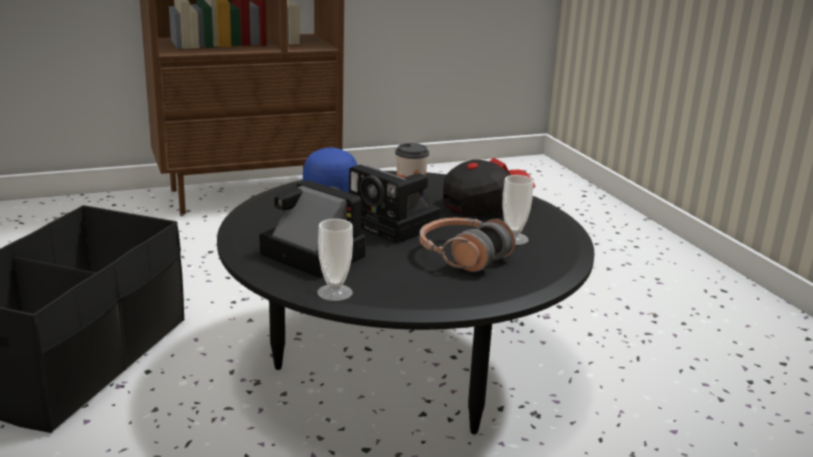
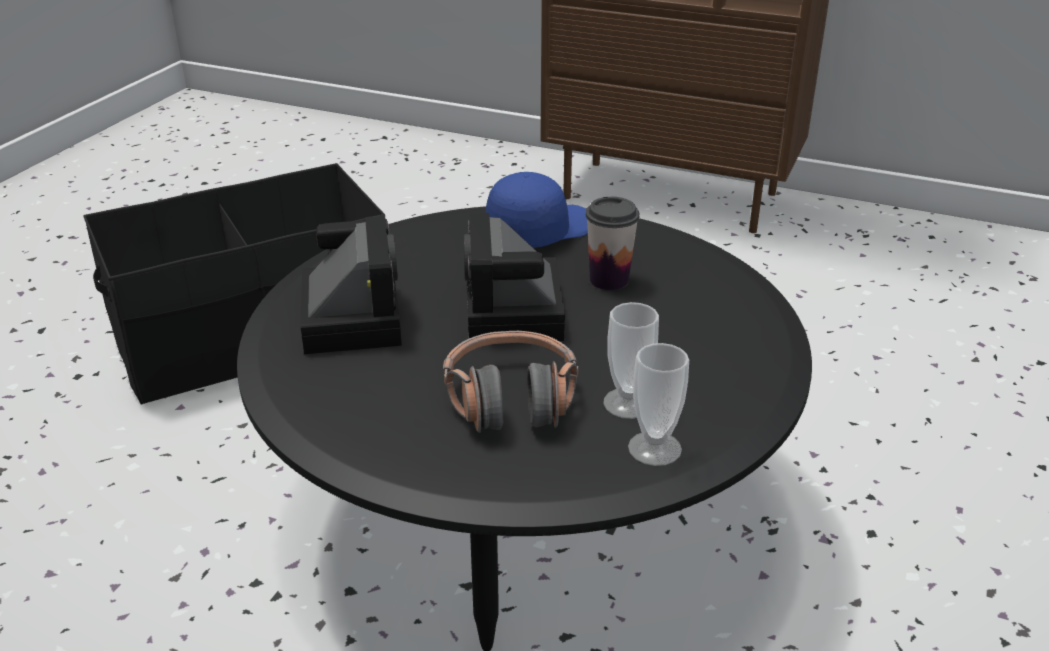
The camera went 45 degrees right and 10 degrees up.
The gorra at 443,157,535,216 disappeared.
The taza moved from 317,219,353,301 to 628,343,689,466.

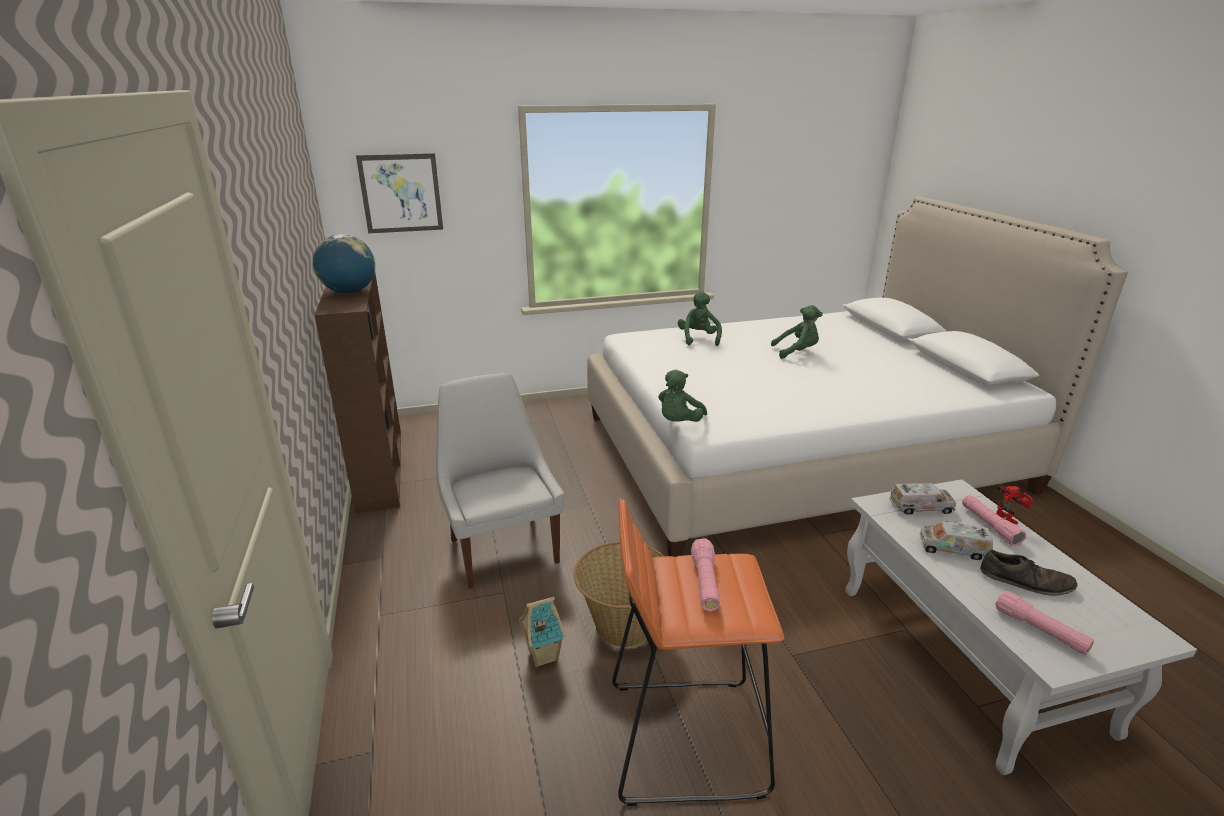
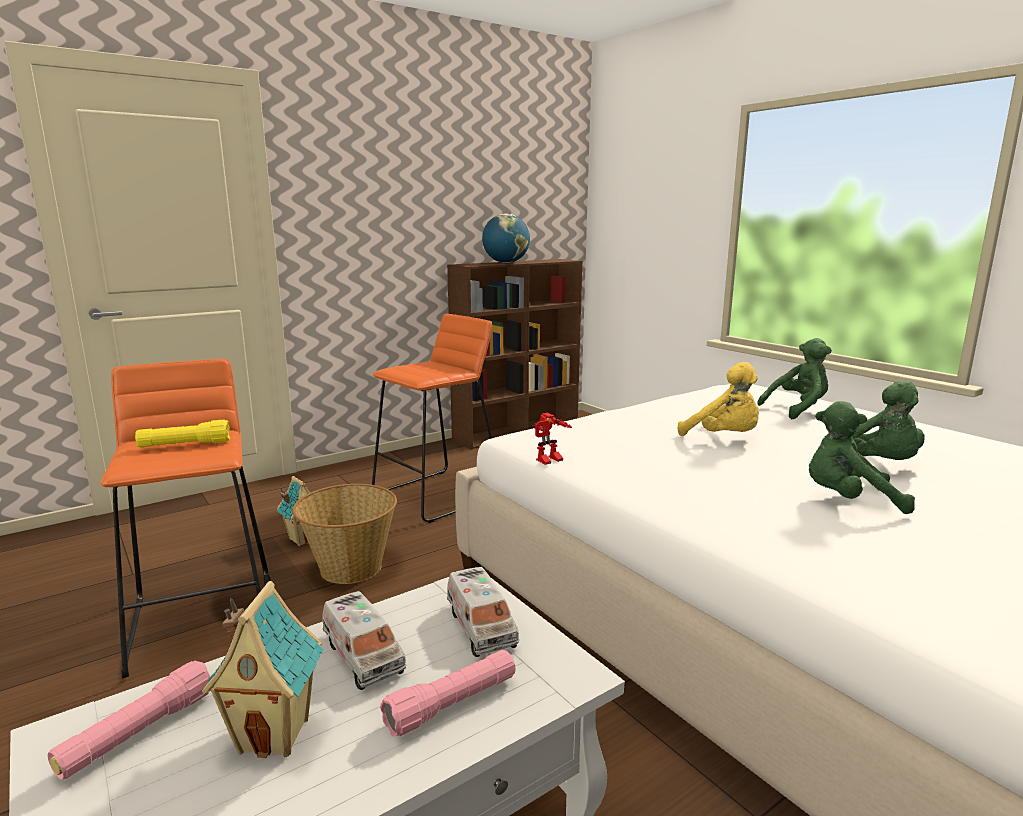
The camera went 70 degrees right and 10 degrees down.
The cuadro at 356,153,443,233 disappeared.
The peluche [amarillo] at 678,362,759,436 appeared.
The peluche [verde] moved from 658,370,707,422 to 809,401,915,514.
The robot de juguete moved from 996,486,1033,524 to 531,413,572,465.
The silla [blanco] at 436,373,564,589 was replaced by the taburete [naranja] at 372,314,492,523.
The zapato [marrón] at 980,550,1077,596 was replaced by the casita at 202,581,324,758.
The linterna [rosa] at 691,538,720,611 became the linterna [amarillo] at 135,420,230,447.
The camión de juguete at 920,521,993,560 turned 150 degrees clockwise.

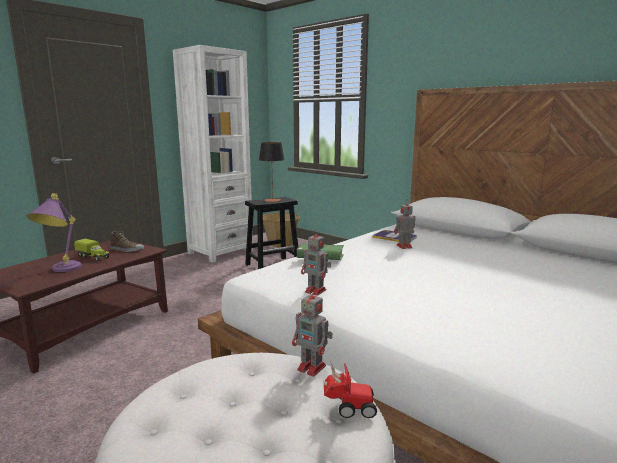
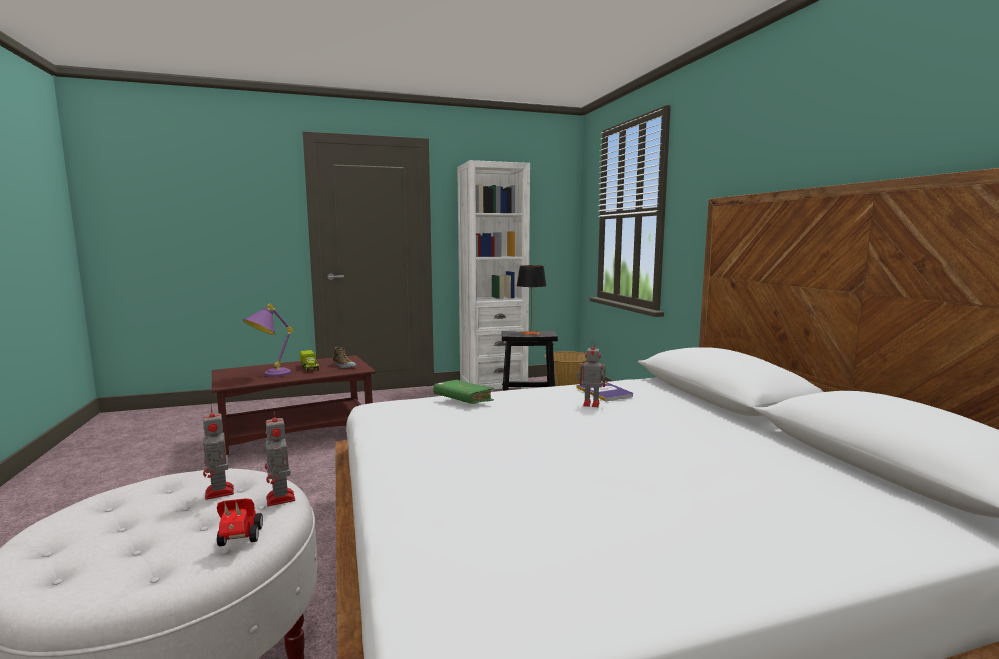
The camera went 30 degrees right and 5 degrees down.
The robot de juguete moved from 301,229,331,296 to 203,405,234,500.
The coche de juguete at 323,361,377,418 turned 135 degrees counterclockwise.

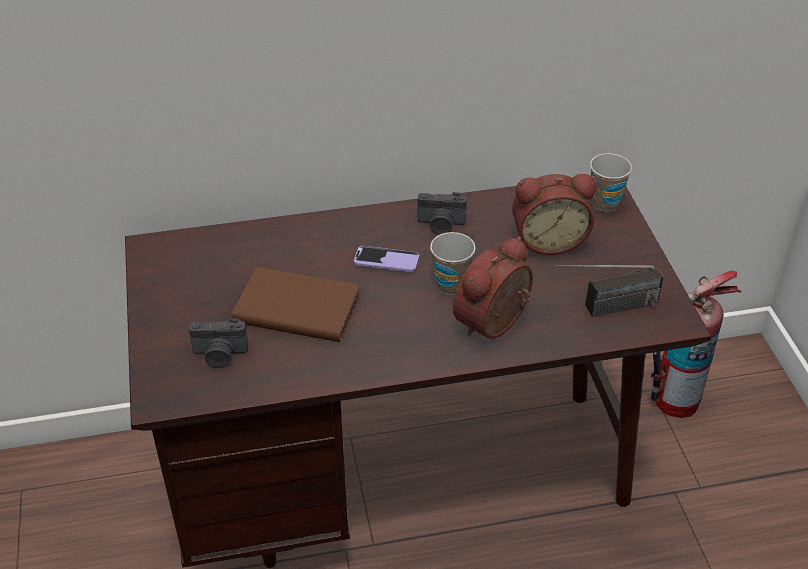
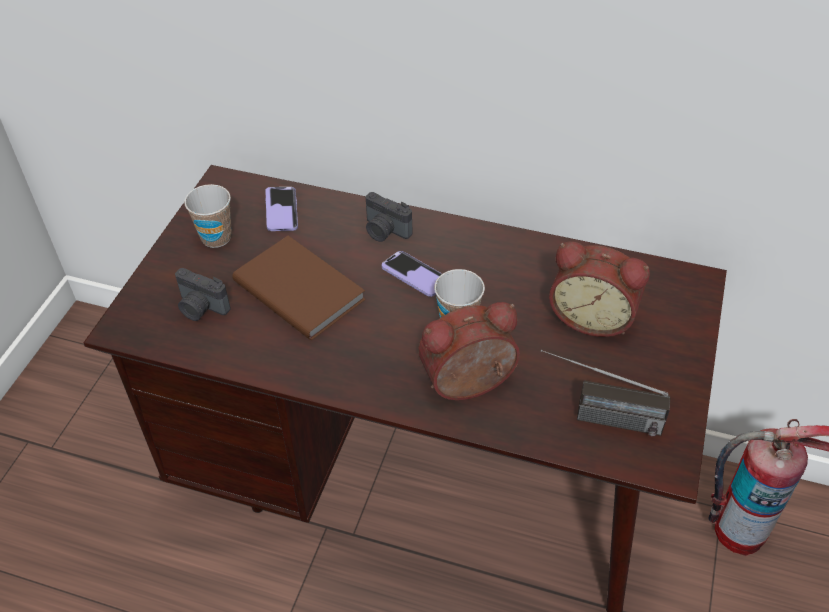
The camera went 30 degrees right and 5 degrees up.
The móvil at 265,187,298,231 appeared.
The cámara moved from 417,192,467,235 to 366,192,412,242.
The taza moved from 590,153,632,212 to 184,184,232,248.

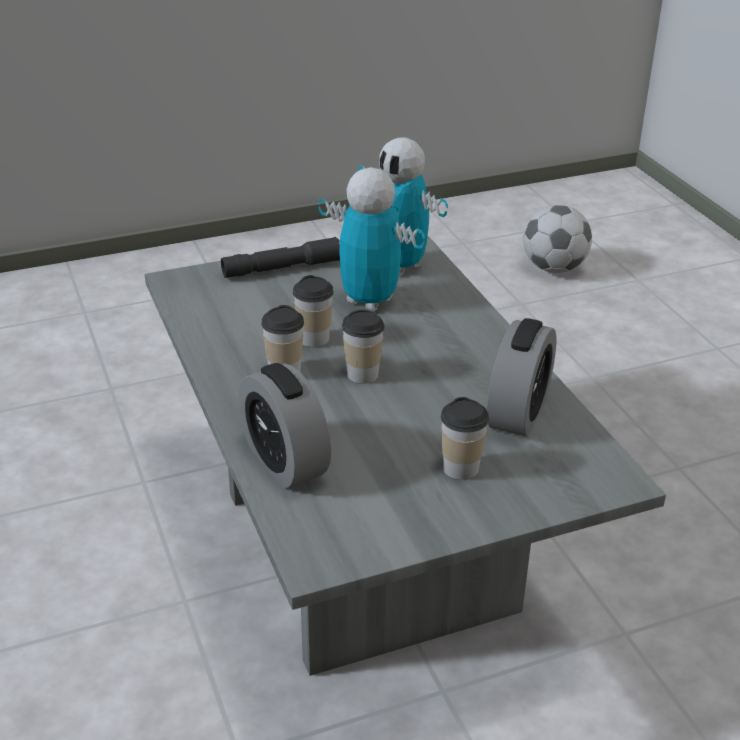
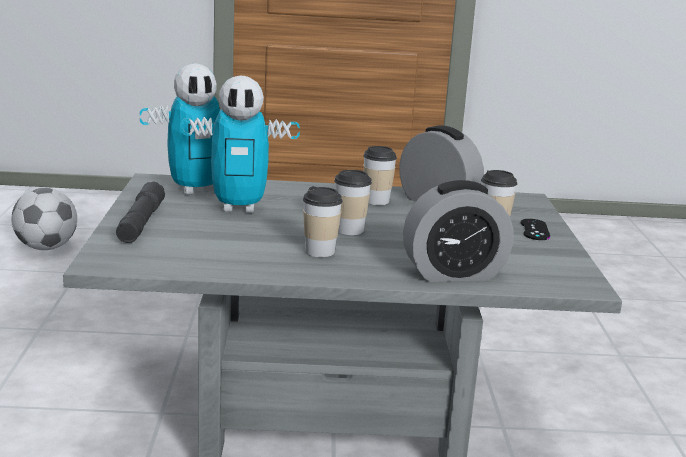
The camera went 70 degrees left and 15 degrees down.
The mando de consola [negro] at 521,219,550,240 appeared.
The taza moved from 293,275,334,347 to 363,146,397,205.
The robot de juguete at 318,167,425,311 turned 150 degrees counterclockwise.

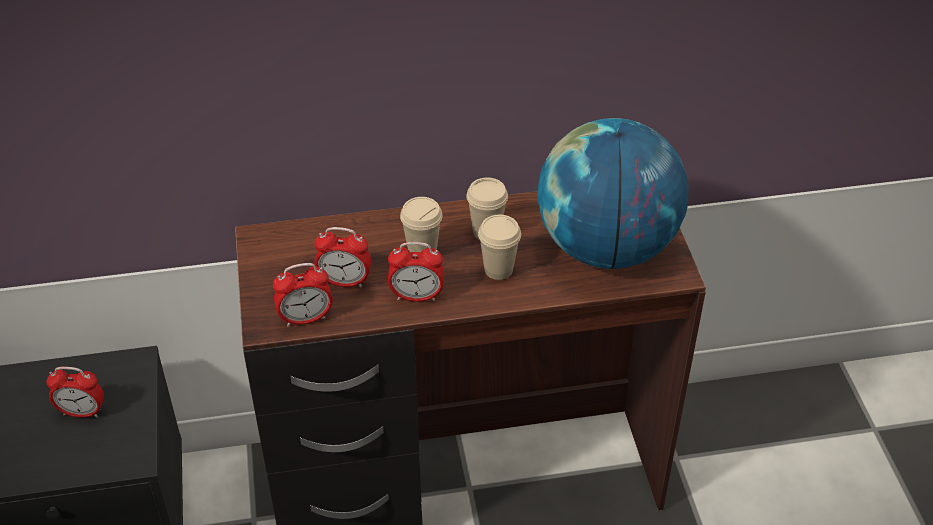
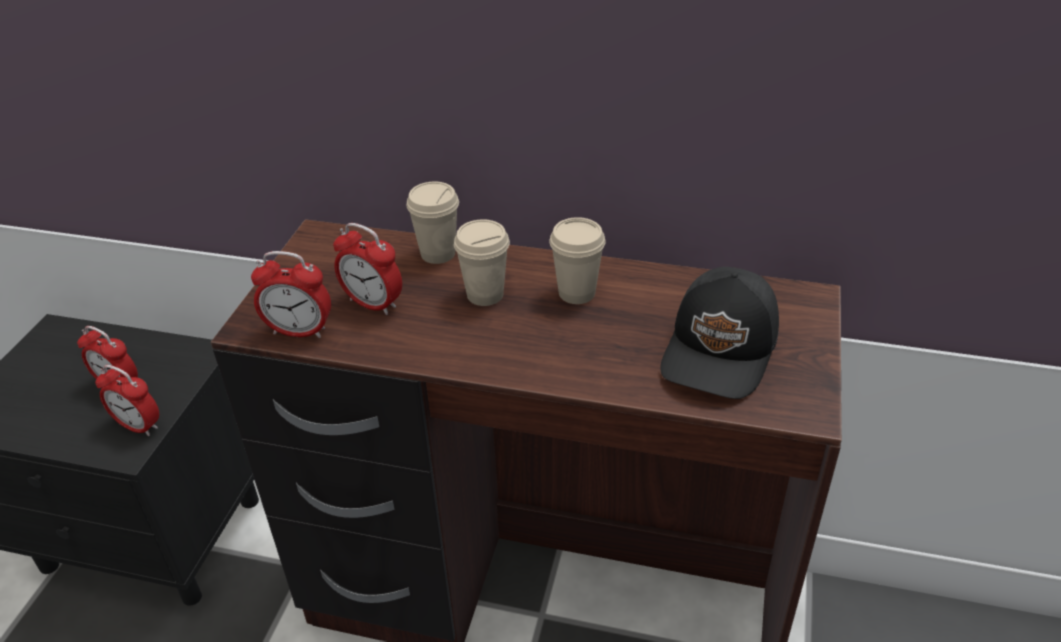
The camera went 25 degrees right and 5 degrees down.
The despertador moved from 388,242,444,302 to 95,365,159,436.
The taza [beis] moved from 478,215,521,280 to 407,182,459,264.
The globo terráqueo at 537,118,689,269 was replaced by the gorra [negro] at 660,267,779,399.

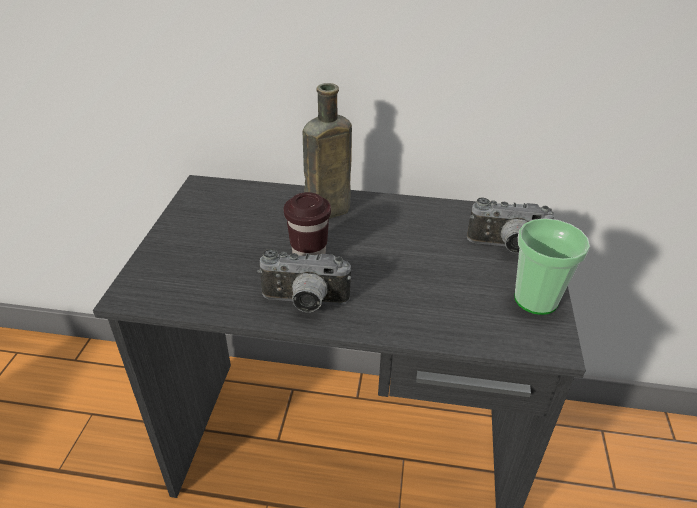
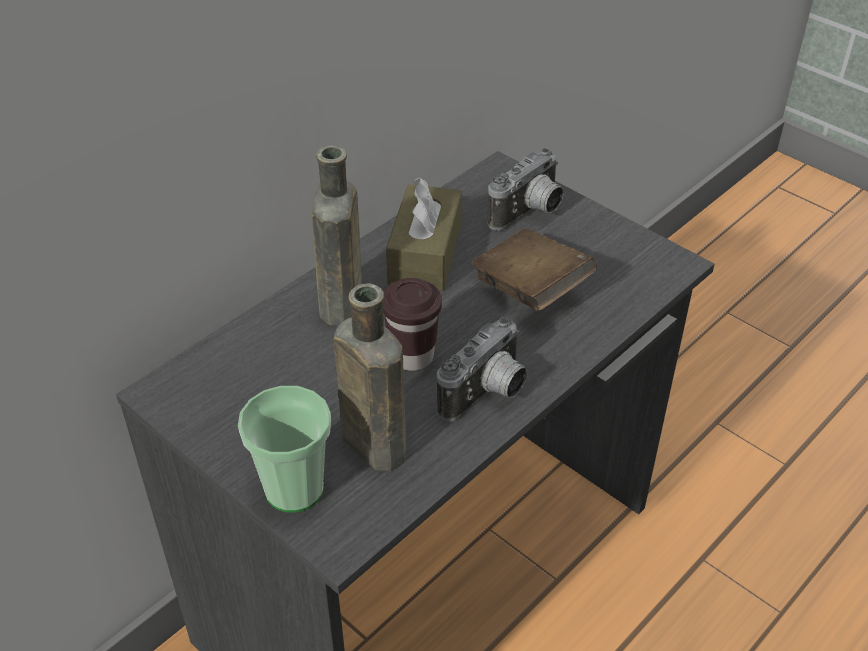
The camera went 55 degrees left and 5 degrees up.
The botella [marrón] at 334,283,406,471 appeared.
The caja de pañuelos [marrón] at 386,177,462,291 appeared.
The libro [marrón] at 471,228,597,311 appeared.
The taza moved from 514,218,590,315 to 238,386,331,513.

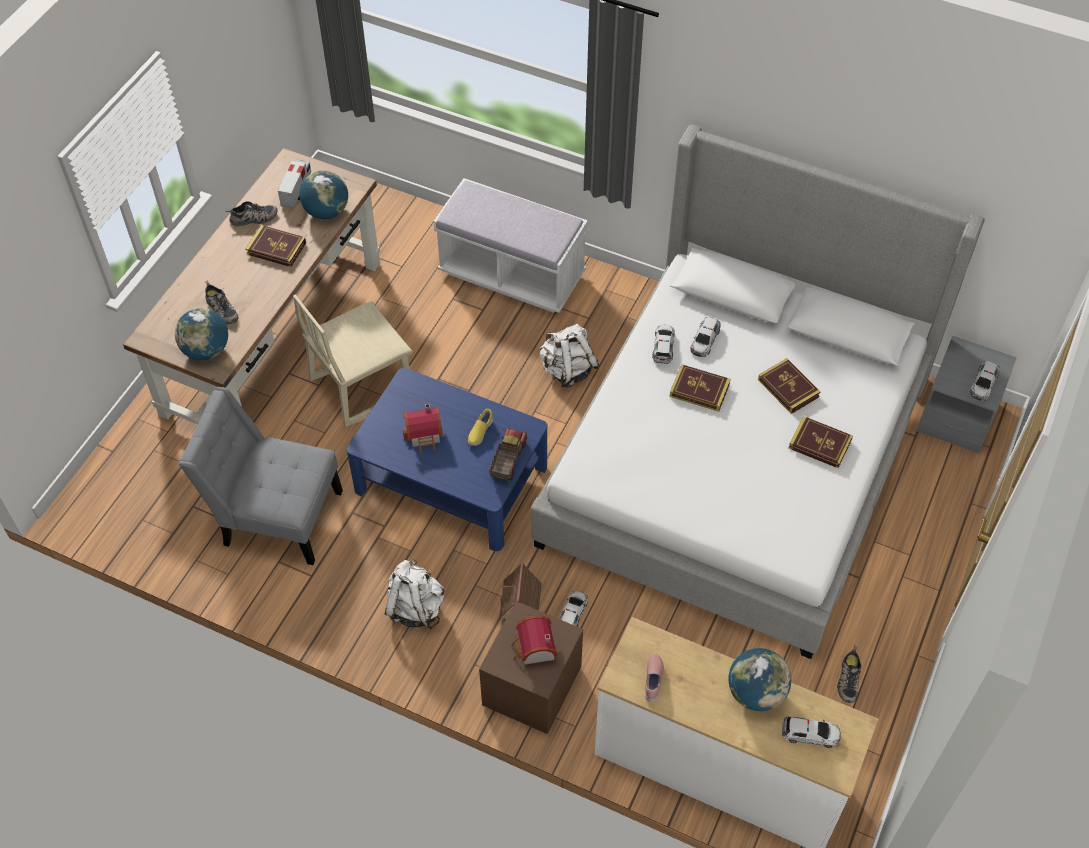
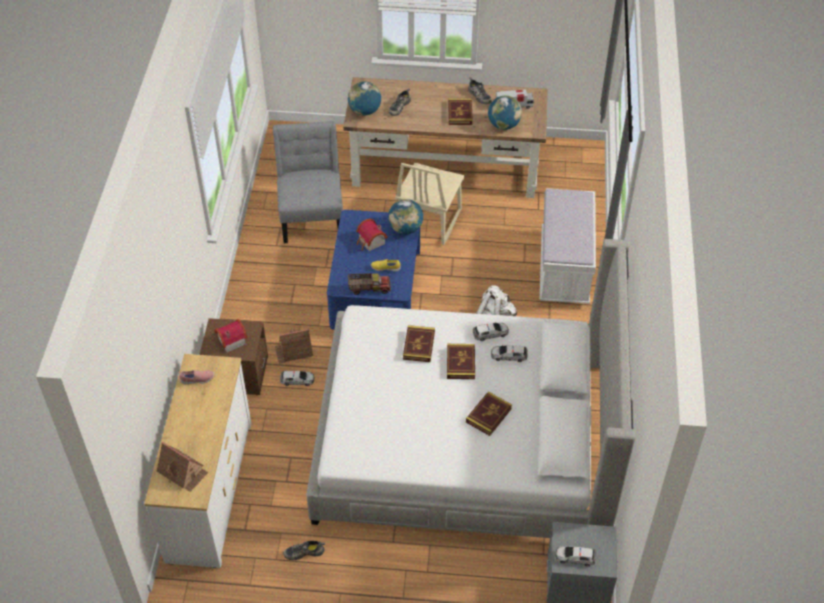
The camera went 70 degrees right and 5 degrees down.
The mochila [blanco] at 385,559,444,630 disappeared.
The globo terráqueo moved from 728,648,791,711 to 388,199,423,234.
The libro moved from 789,416,853,468 to 403,325,435,362.
The coche de juguete at 782,716,841,748 was replaced by the casita at 157,442,208,492.
The silla [beis] at 293,295,412,427 turned 105 degrees counterclockwise.

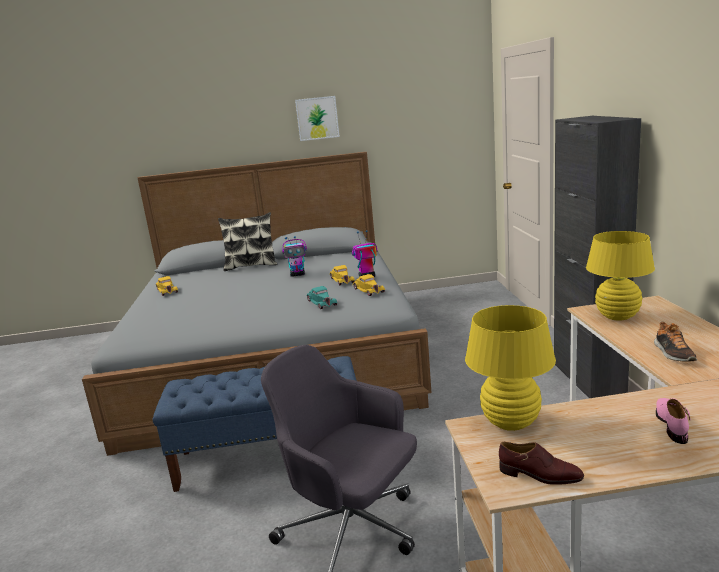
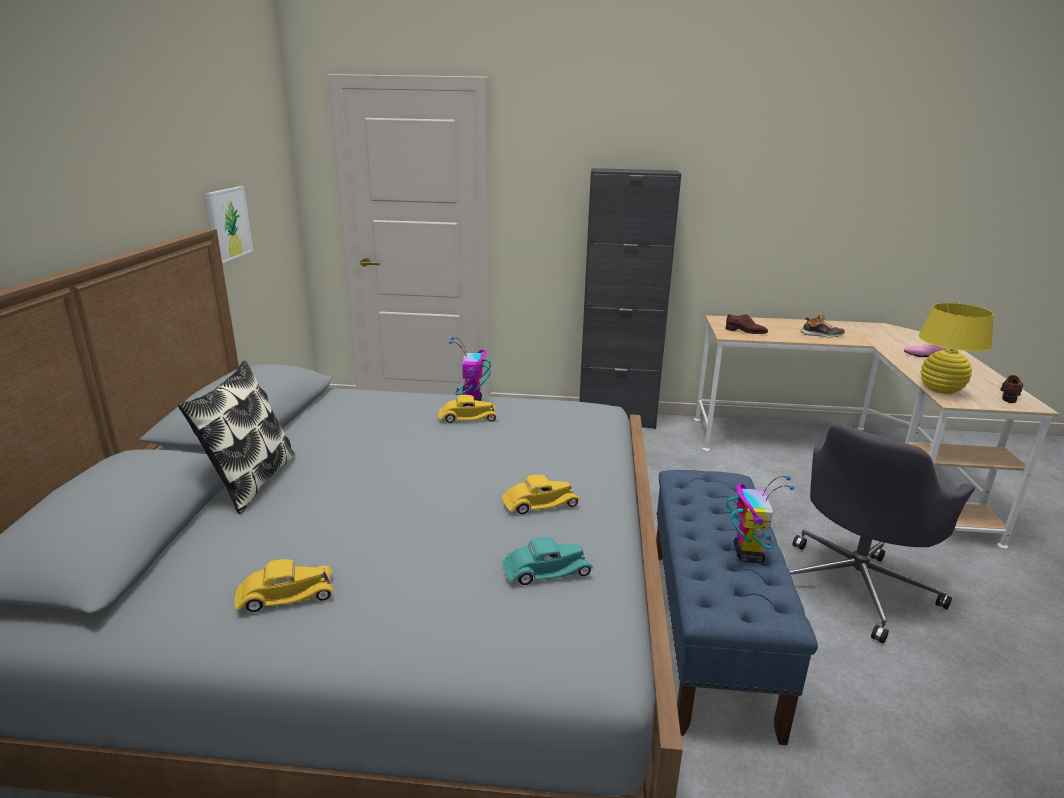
The camera went 80 degrees left and 5 degrees up.
The robot de juguete moved from 282,236,307,277 to 726,476,794,563.
The cuadro moved from 295,96,340,141 to 205,186,253,263.
The coche de juguete [turquesa] moved from 306,286,337,309 to 502,537,593,585.
The coche de juguete [amarillo] moved from 352,274,385,296 to 502,475,580,514.
The lámpara de mesa [amarillo] at 586,231,655,320 was replaced by the zapato [marrón] at 726,314,768,334.

